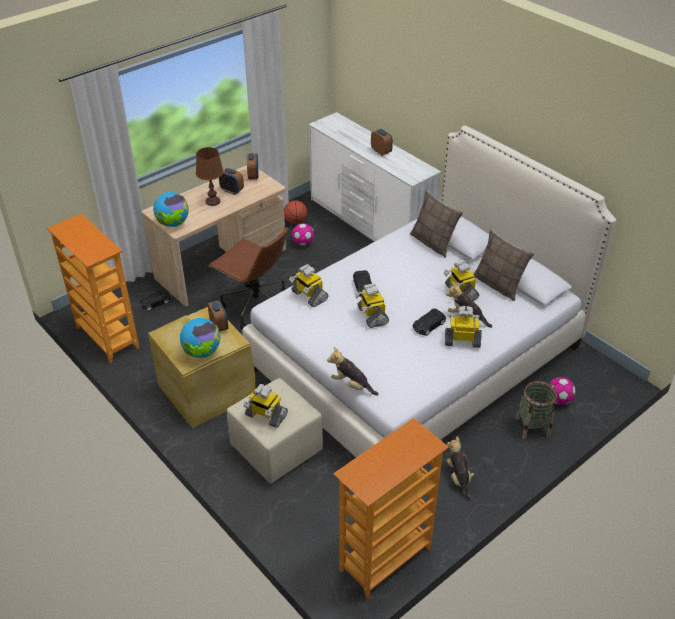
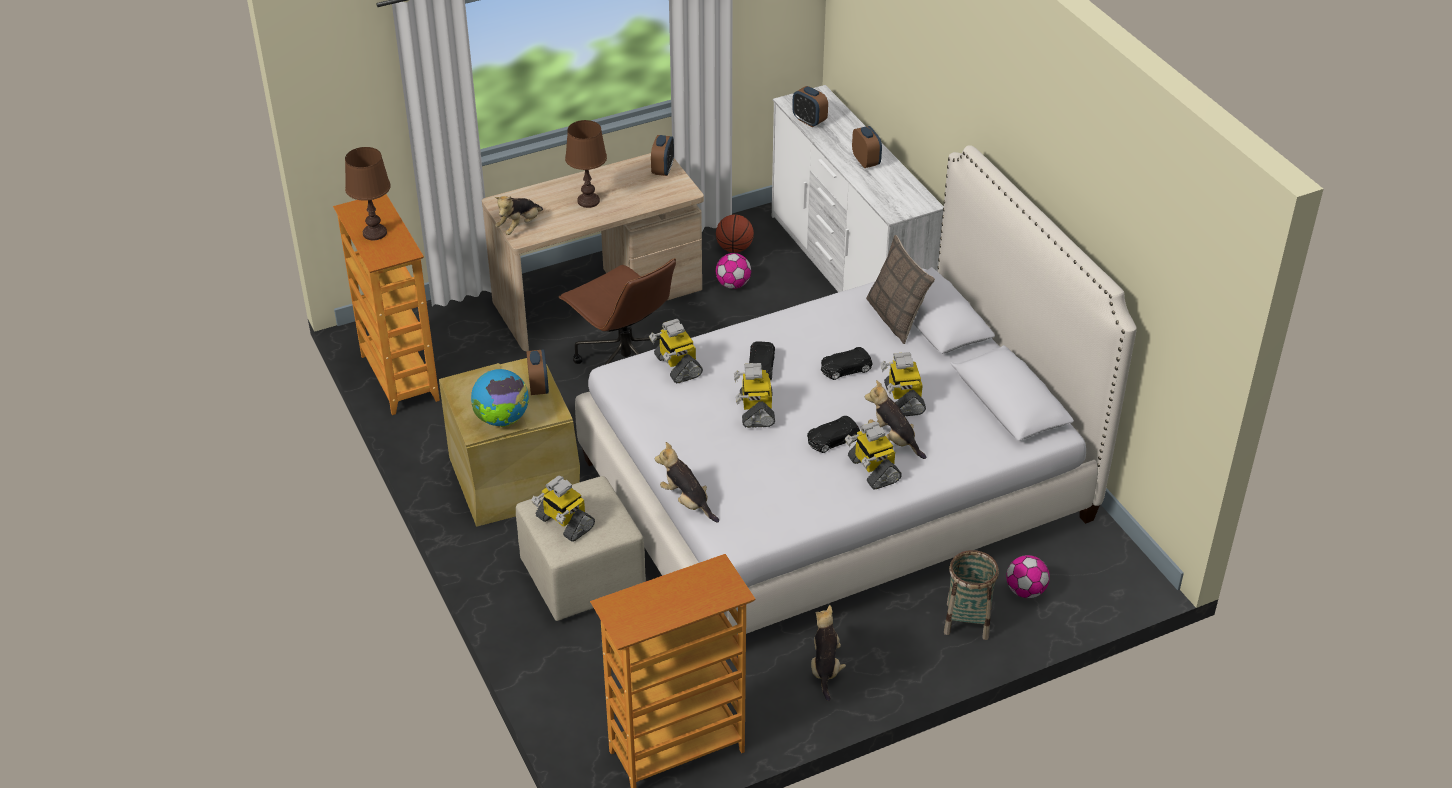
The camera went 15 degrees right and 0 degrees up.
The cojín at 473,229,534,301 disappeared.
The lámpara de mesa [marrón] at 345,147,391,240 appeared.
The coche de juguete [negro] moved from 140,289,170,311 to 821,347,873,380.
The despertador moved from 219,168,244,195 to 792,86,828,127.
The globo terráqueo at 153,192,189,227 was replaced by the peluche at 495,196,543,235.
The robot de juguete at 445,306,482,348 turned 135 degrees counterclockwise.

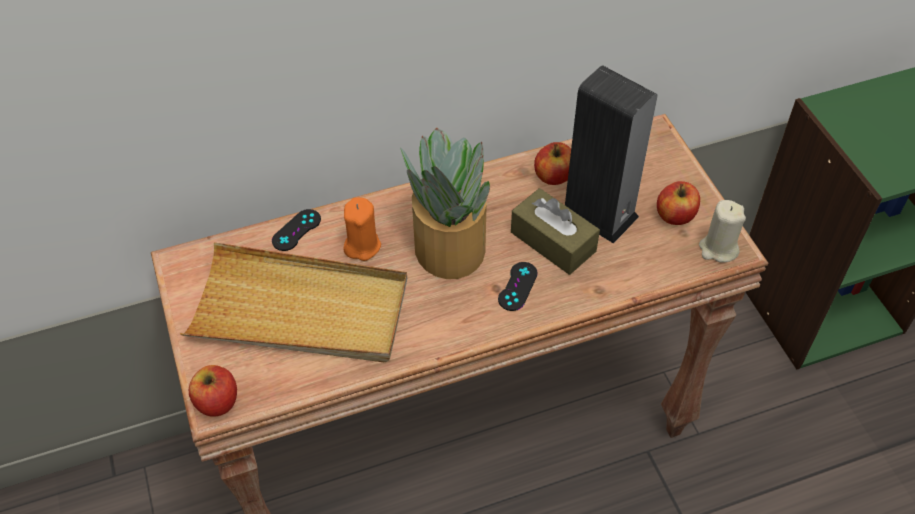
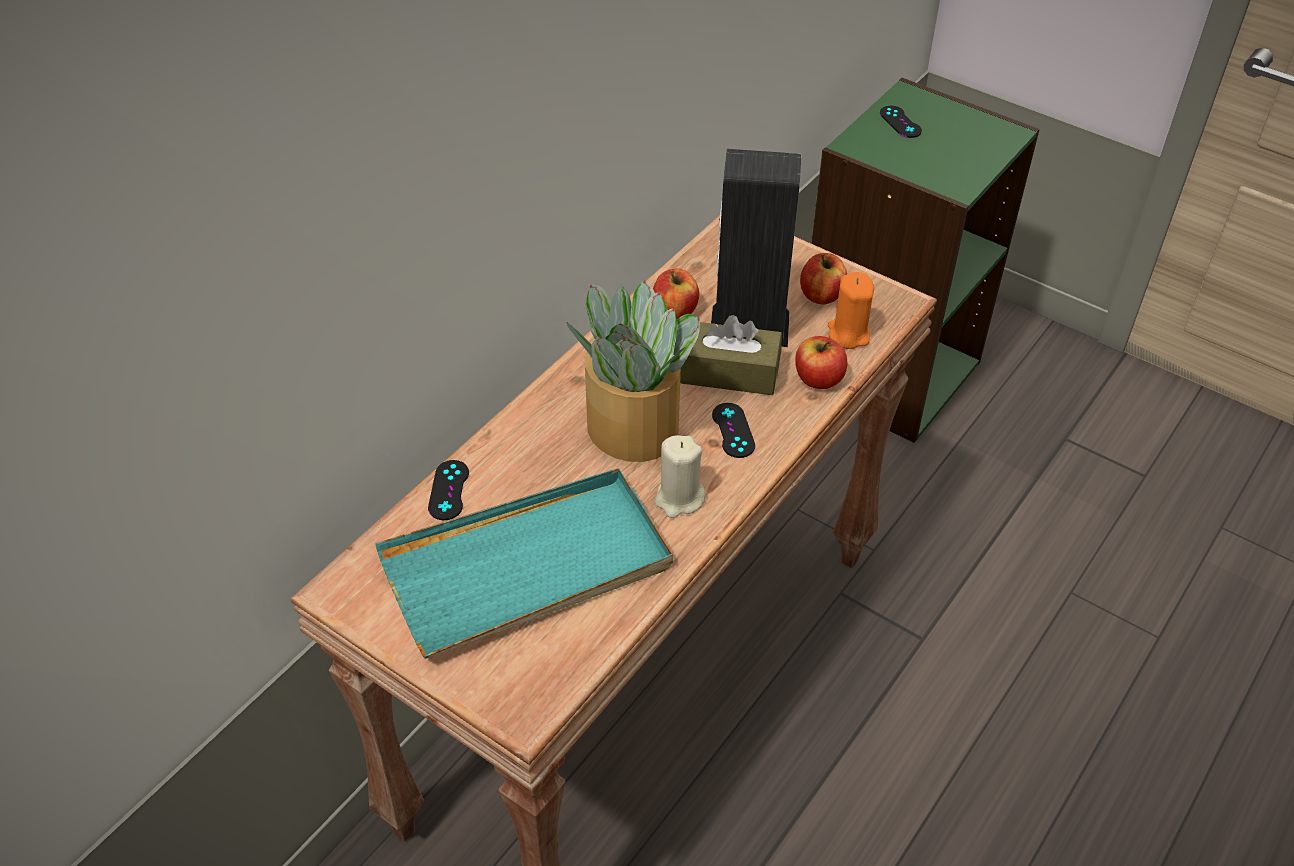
The camera went 35 degrees left and 5 degrees down.
The mando de consola [negro] at 880,106,922,138 appeared.
The manzana moved from 189,365,237,417 to 795,336,847,389.
The vela [naranja] moved from 343,197,381,261 to 828,272,874,349.
The vela [beis] moved from 699,200,746,263 to 655,435,706,518.
The bandeja [beis] at 180,242,407,362 became the bandeja [turquesa] at 375,468,673,659.

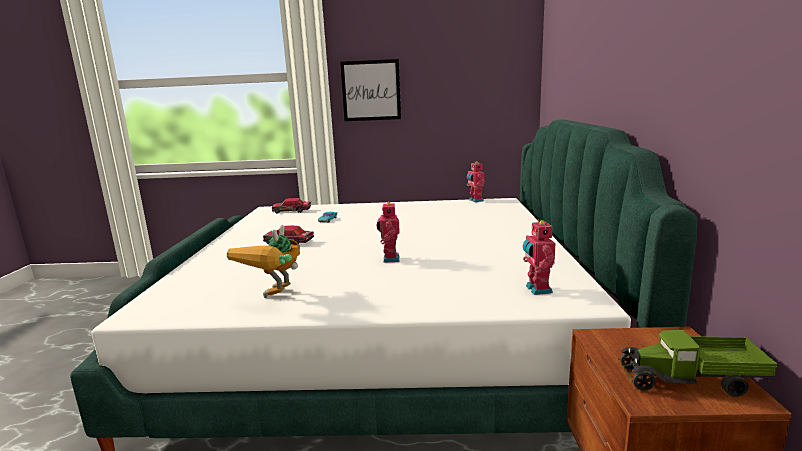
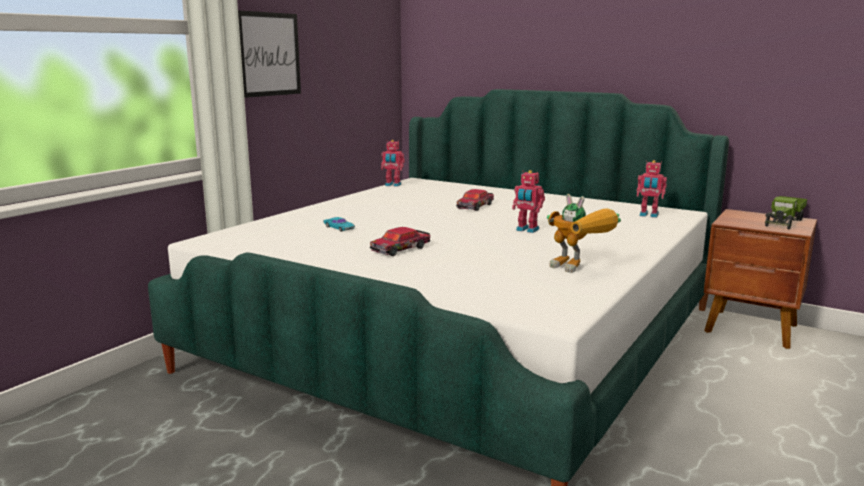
The camera went 60 degrees left and 0 degrees up.
The coche de juguete moved from 272,198,311,214 to 456,189,494,211.

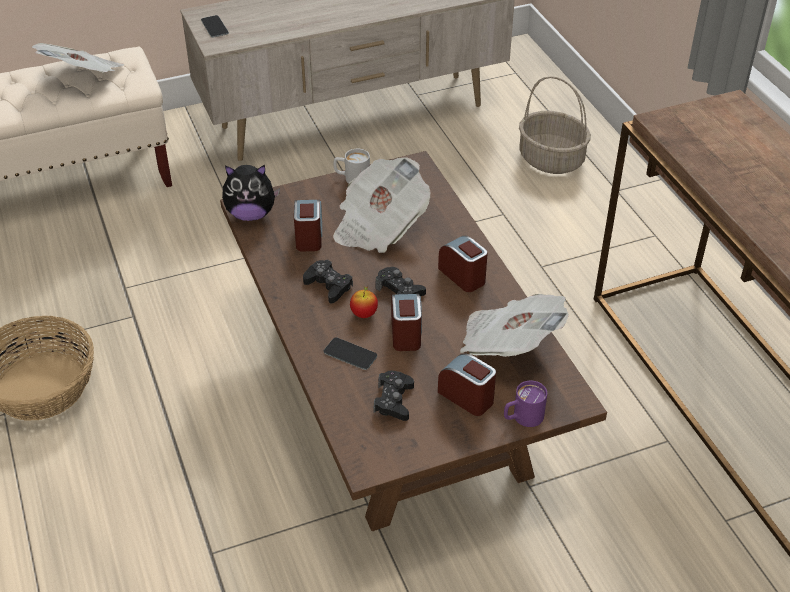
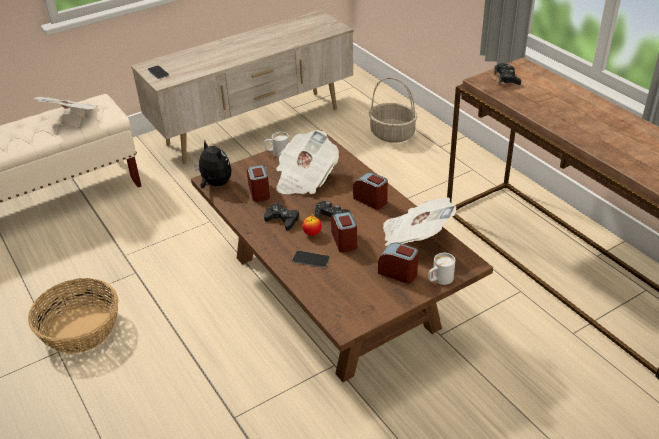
The camera went 10 degrees left and 5 degrees down.
The mando de consola [negro] moved from 374,370,414,421 to 494,63,521,85.
The taza grande [morado] at 504,381,547,427 became the taza grande [blanco] at 428,253,455,285.
The peluche at 222,165,280,221 turned 120 degrees counterclockwise.

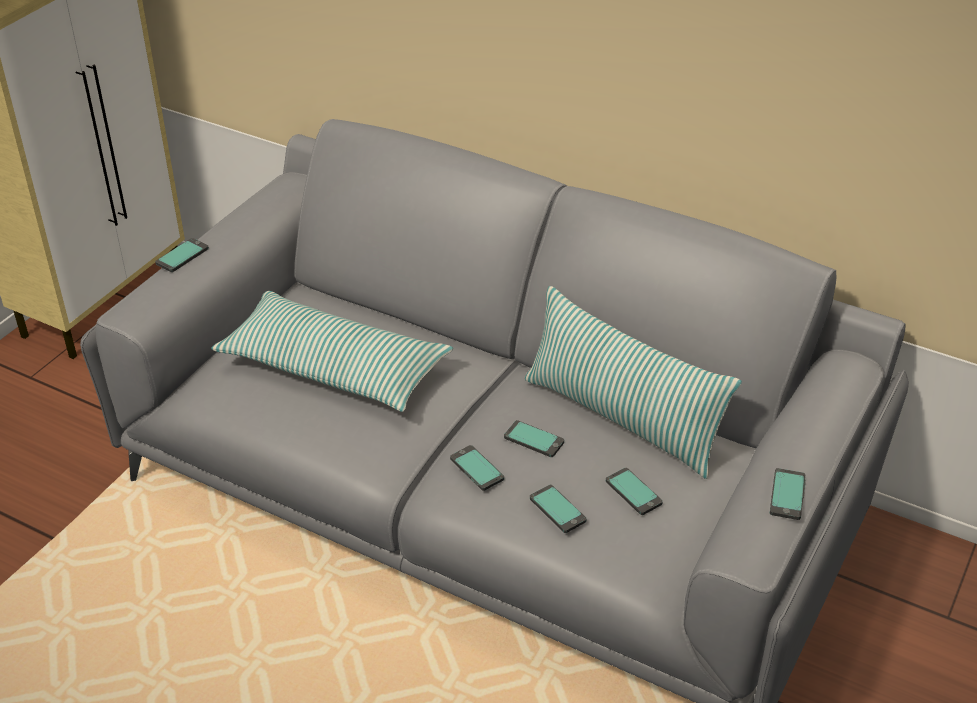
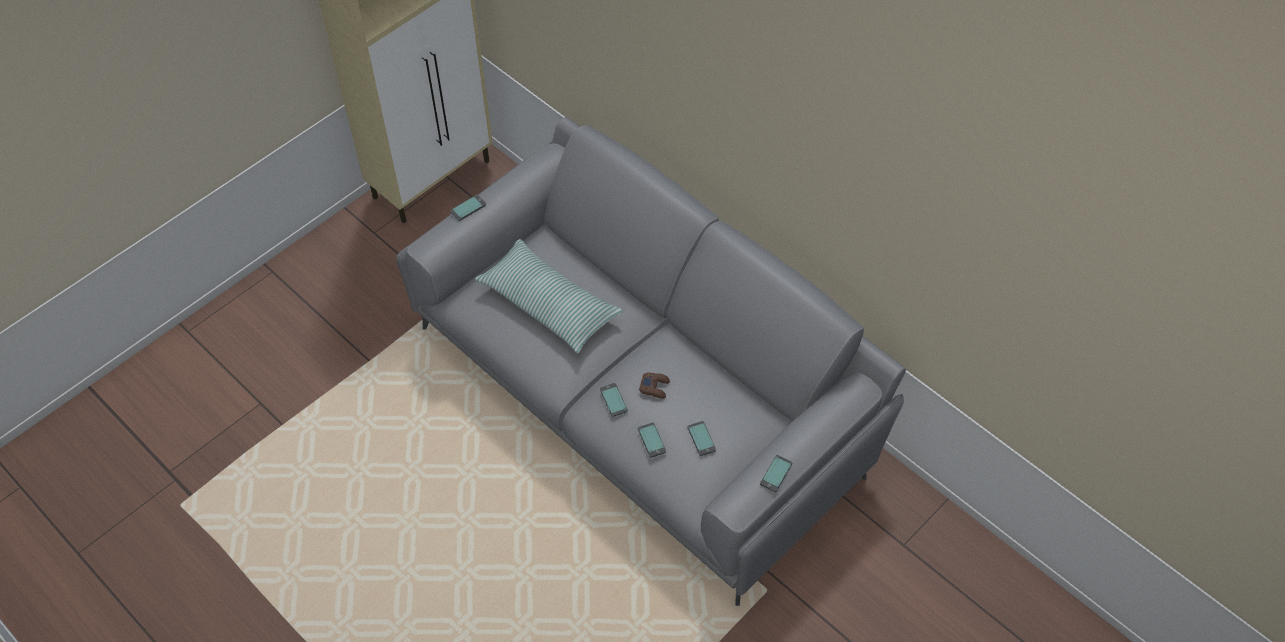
The camera went 15 degrees right and 15 degrees up.
The cojín at 525,286,742,479 disappeared.
The móvil at 504,420,564,457 was replaced by the mando de consola [marrón] at 639,373,670,399.

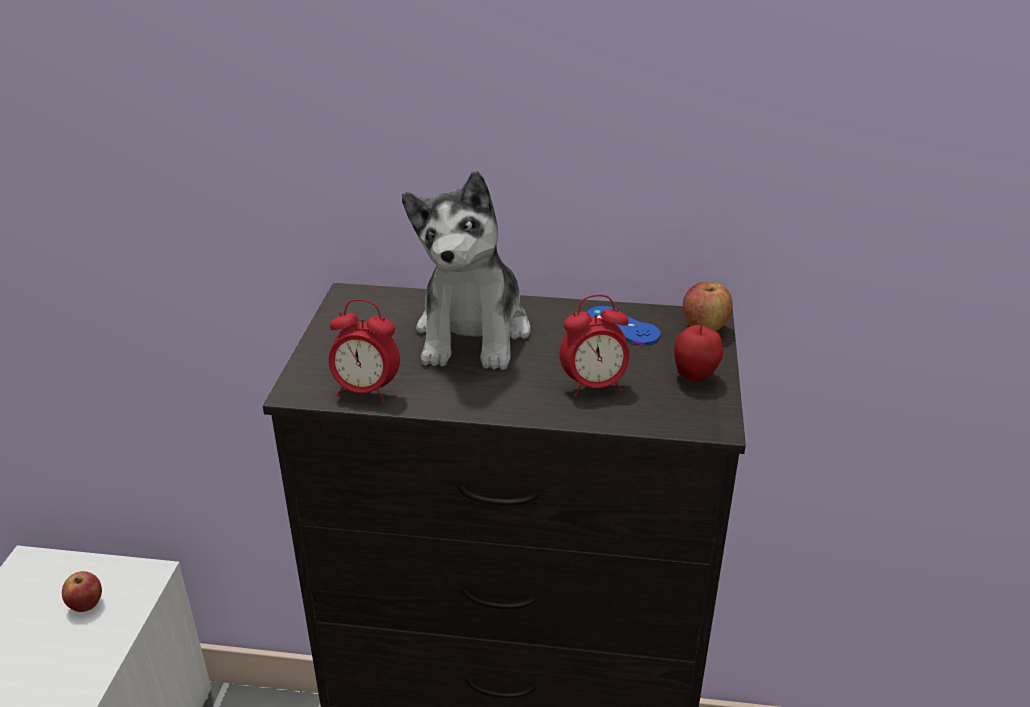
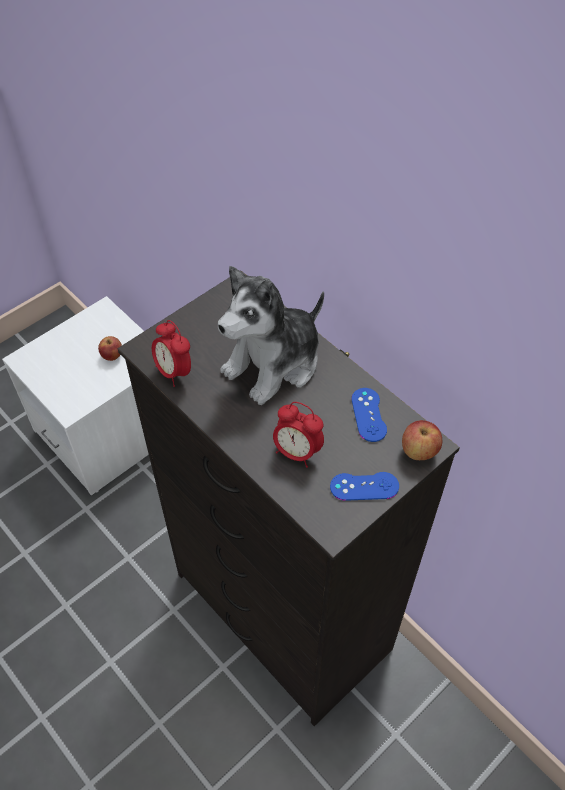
The camera went 40 degrees right and 20 degrees up.
The manzana at 674,321,723,382 was replaced by the mando de consola [azul] at 330,472,399,501.

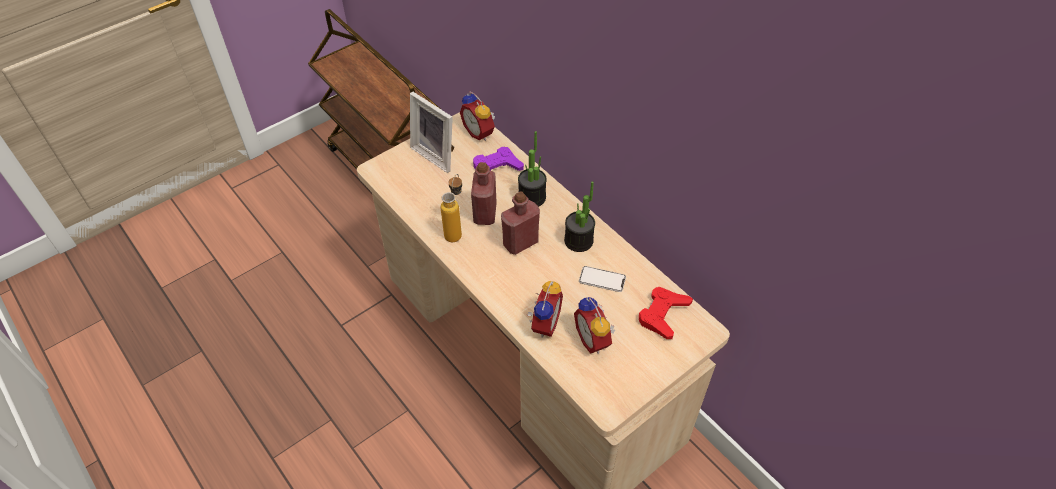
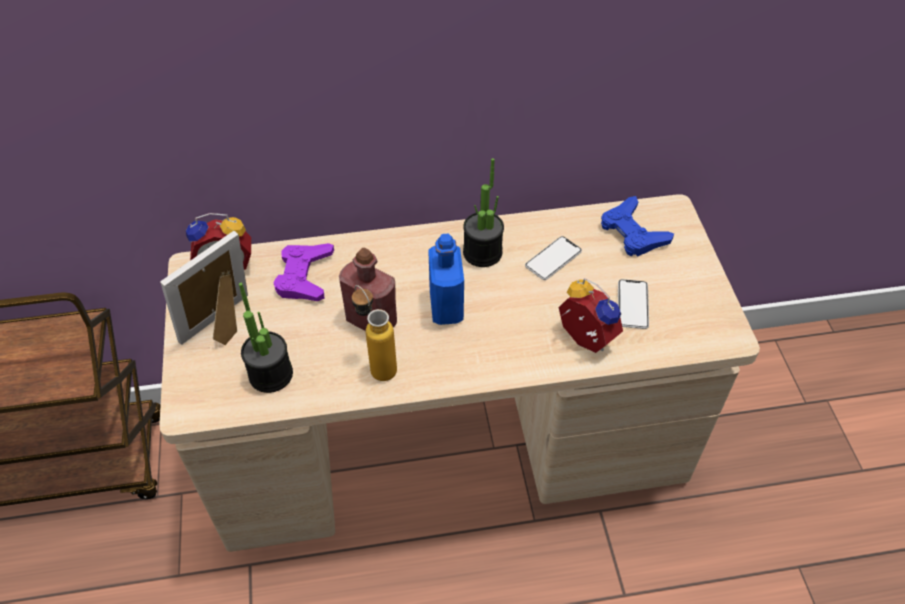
The camera went 60 degrees left and 0 degrees up.
The planta en maceta moved from 518,131,547,207 to 239,283,293,393.
The despertador at 574,297,615,354 was replaced by the móvil at 618,279,649,329.
The botella [rojo] at 501,192,540,255 became the botella [azul] at 428,234,464,325.
The mando de consola [rojo] at 639,287,693,339 became the mando de consola [azul] at 601,196,674,256.
The portarretratos at 410,92,454,173 turned 150 degrees clockwise.

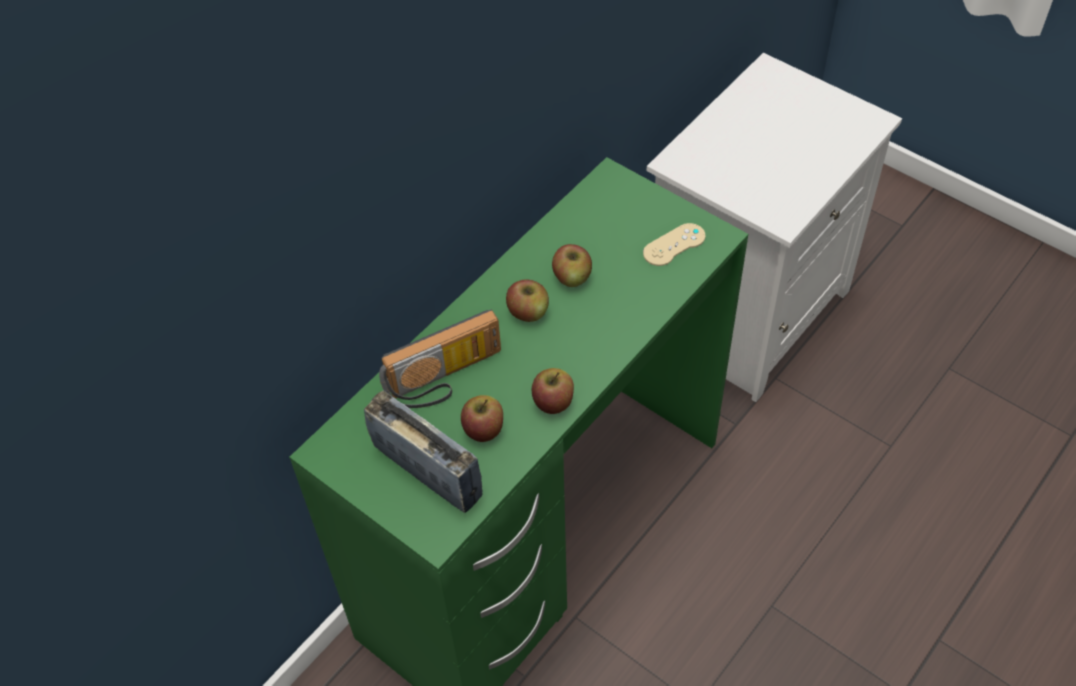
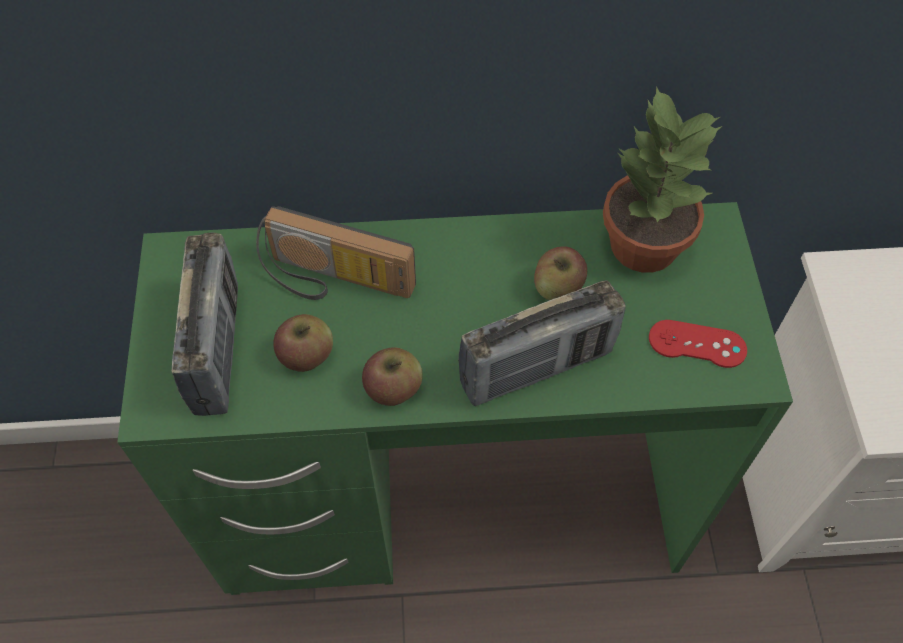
The camera went 45 degrees right and 5 degrees up.
The manzana at 506,279,549,322 disappeared.
The radio at 458,280,626,406 appeared.
The planta en maceta at 603,86,722,273 appeared.
The mando de consola [beis] at 643,223,705,266 became the mando de consola [rojo] at 649,320,747,368.

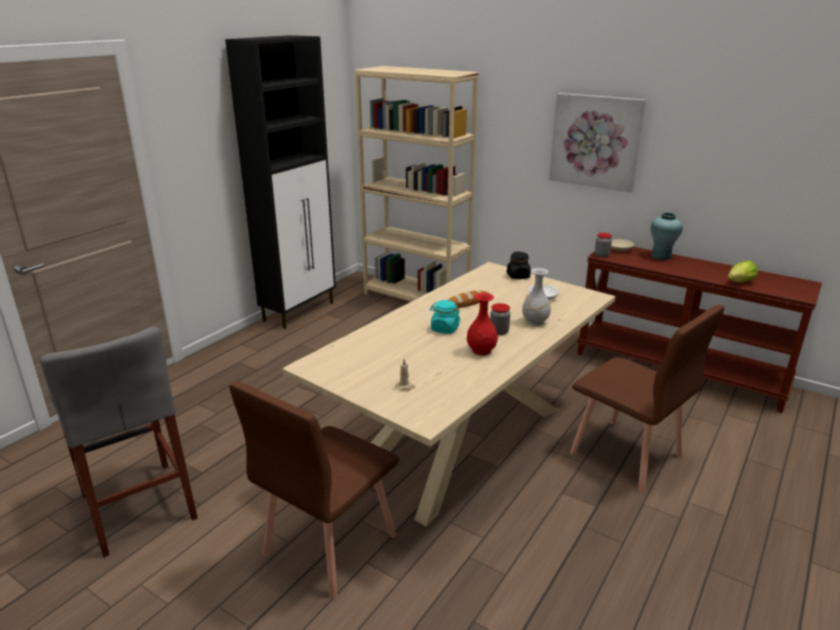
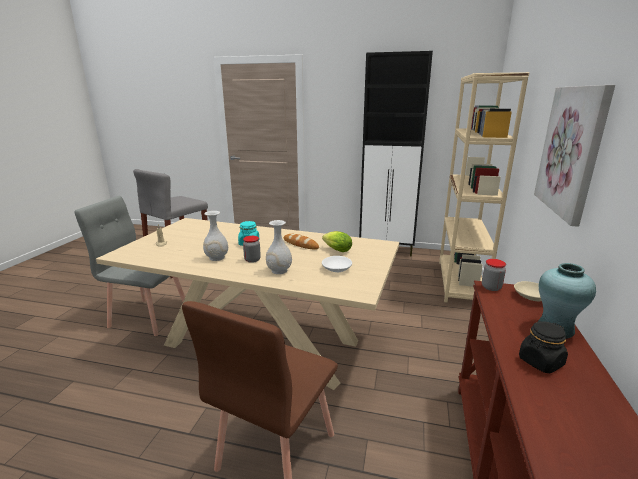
The camera went 70 degrees right and 5 degrees down.
The tarro [negro] moved from 507,252,531,279 to 519,321,568,373.
The lechuga moved from 728,261,758,282 to 322,231,352,252.
The silla [marrón] at 229,382,399,598 became the silla [gris] at 75,196,185,336.
The florero [rojo] at 467,293,498,355 became the florero [blanco] at 203,211,228,261.

